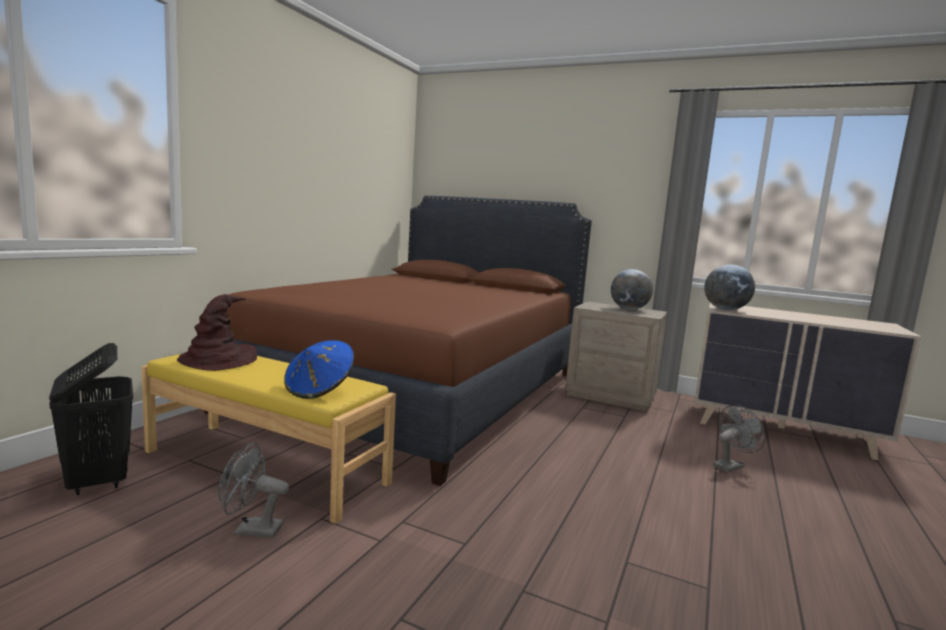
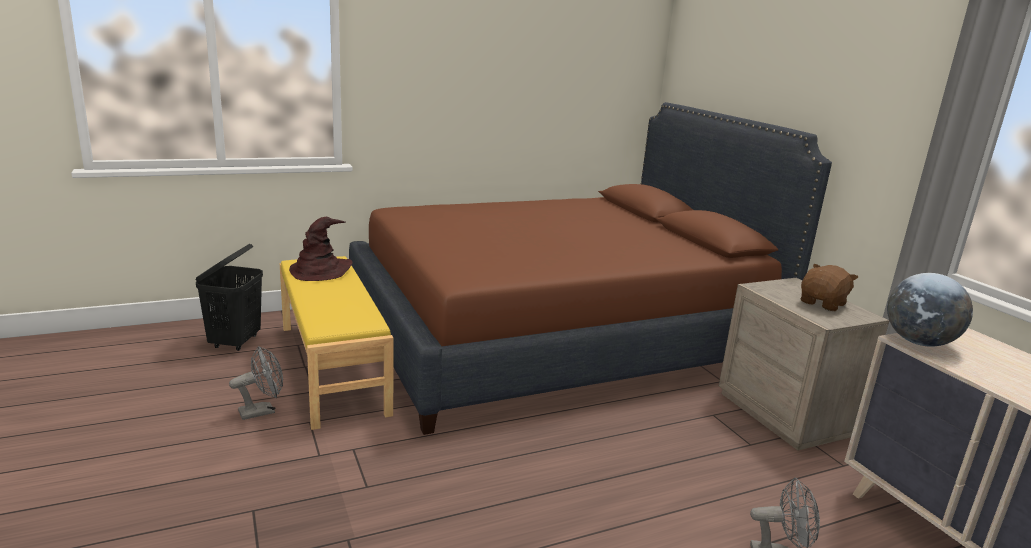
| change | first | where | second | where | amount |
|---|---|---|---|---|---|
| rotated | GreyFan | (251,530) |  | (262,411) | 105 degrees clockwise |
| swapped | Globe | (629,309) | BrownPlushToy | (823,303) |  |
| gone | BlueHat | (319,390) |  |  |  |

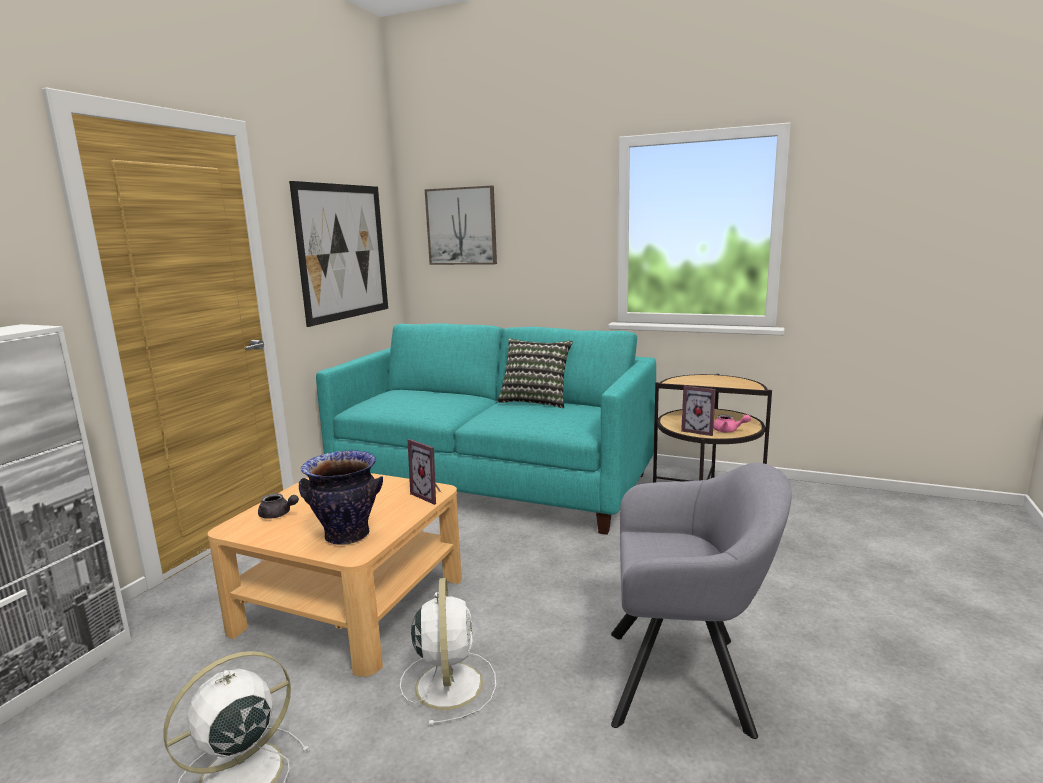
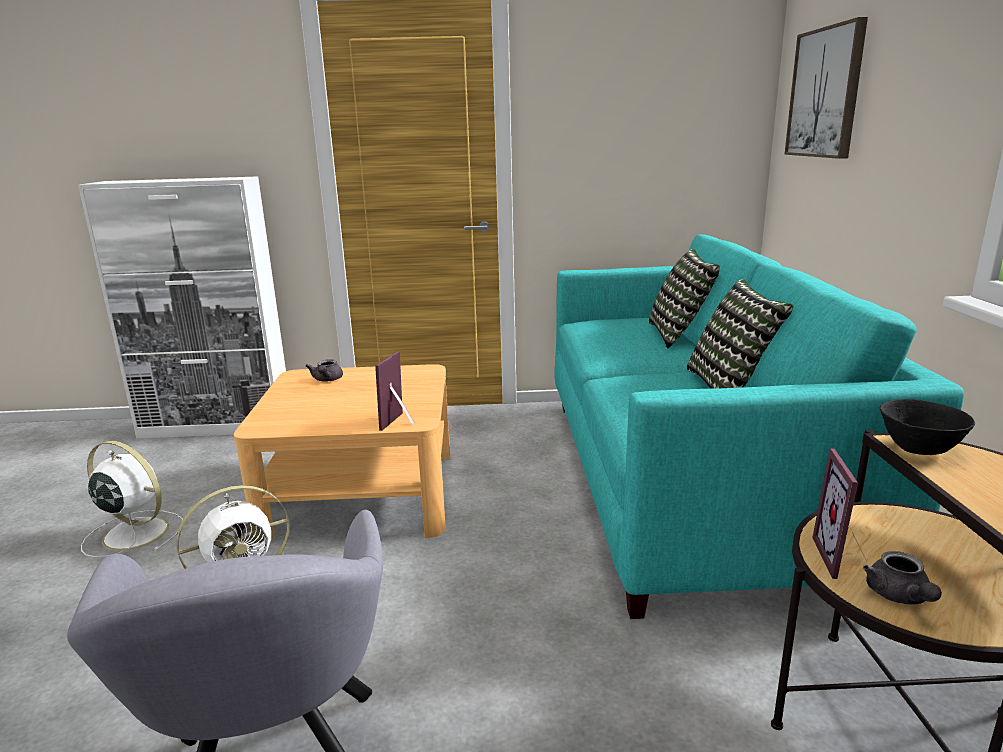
| change | first | where | second | where | amount |
|---|---|---|---|---|---|
| new |  |  | Pillow | (679,334) |  |
| repainted | PinkTeapot | (728,431) | GreyTeapot | (899,597) |  |
| new |  |  | BlackBowl | (918,450) |  |
| gone | Picture | (343,252) |  |  |  |
| gone | Vase | (347,535) |  |  |  |

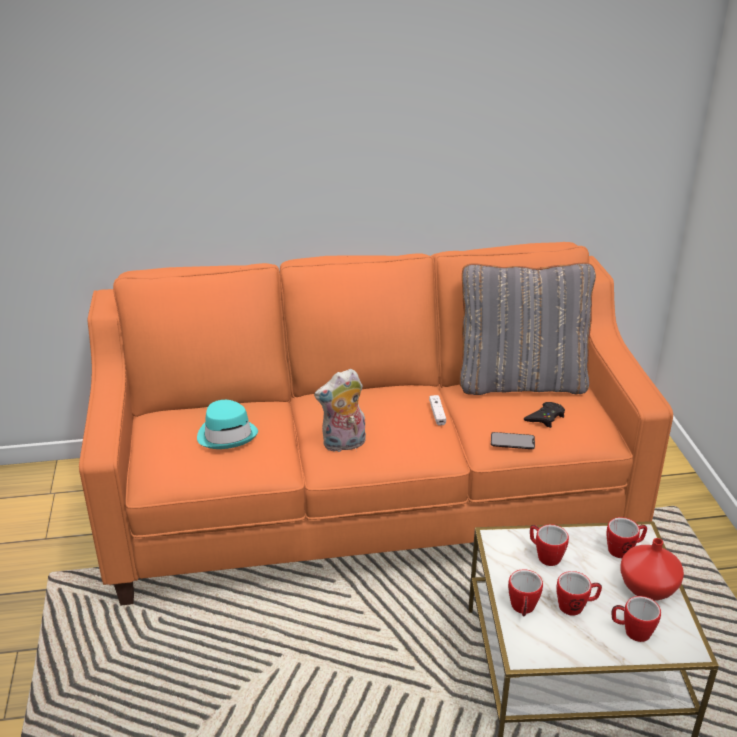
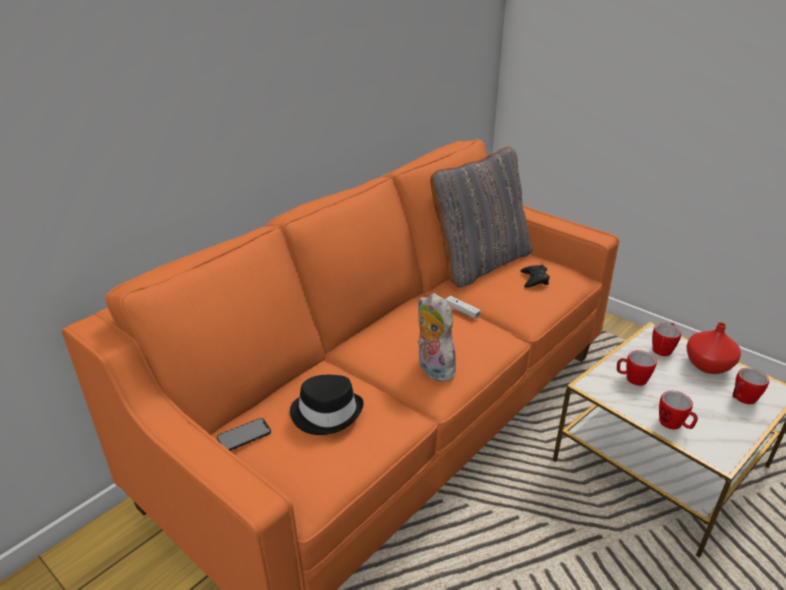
| change | first | where | second | where | amount |
|---|---|---|---|---|---|
| shifted | Phone | (512,441) |  | (244,435) |  |
| repainted | TurquoiseHat | (227,434) | BlackHat | (327,413) |  |
| rotated | PlushToy | (343,445) |  | (432,369) | 120 degrees clockwise |
| gone | Mug | (576,606) |  |  |  |

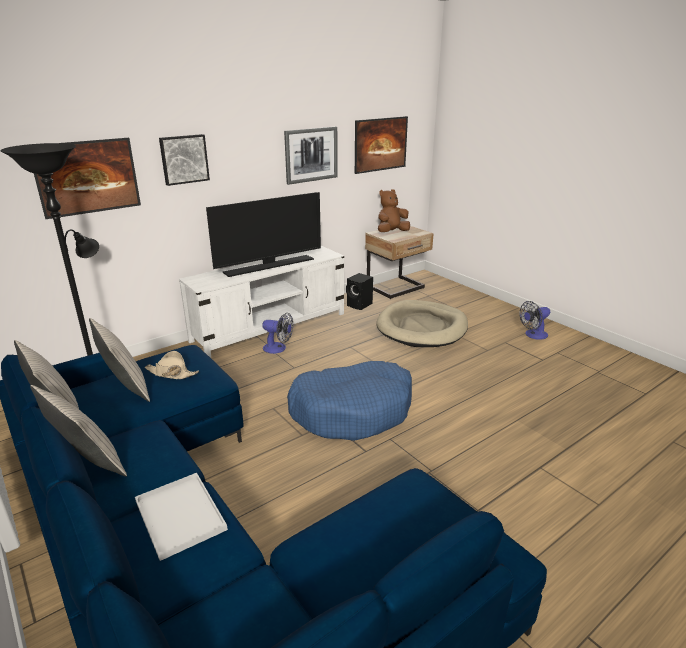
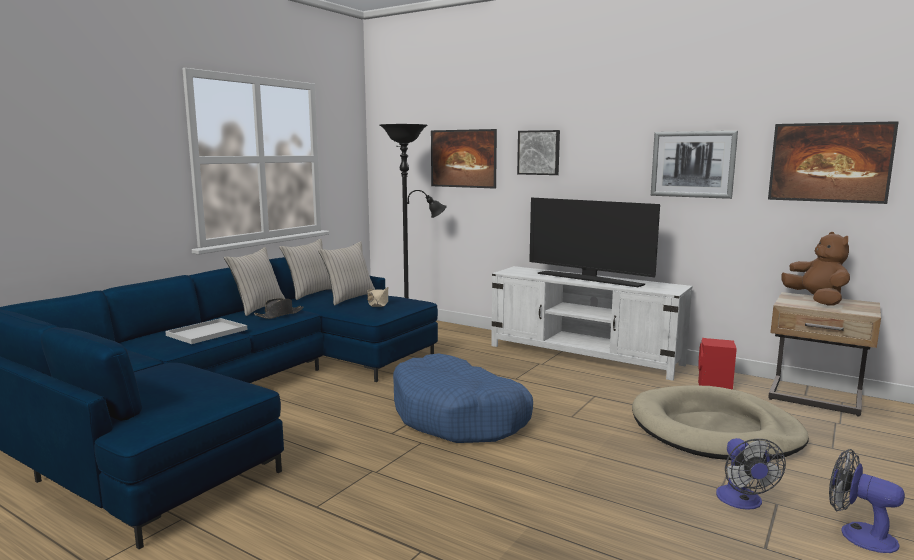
| change | first | where | second | where | amount |
|---|---|---|---|---|---|
| new |  |  | BlackHat | (279,314) |  |
| repainted | BlackSpeaker | (360,305) | RedSpeaker | (714,385) |  |
| shifted | Fan | (278,348) |  | (742,502) |  |
| rotated | BrownPlushToy | (391,232) |  | (816,300) | 45 degrees clockwise |

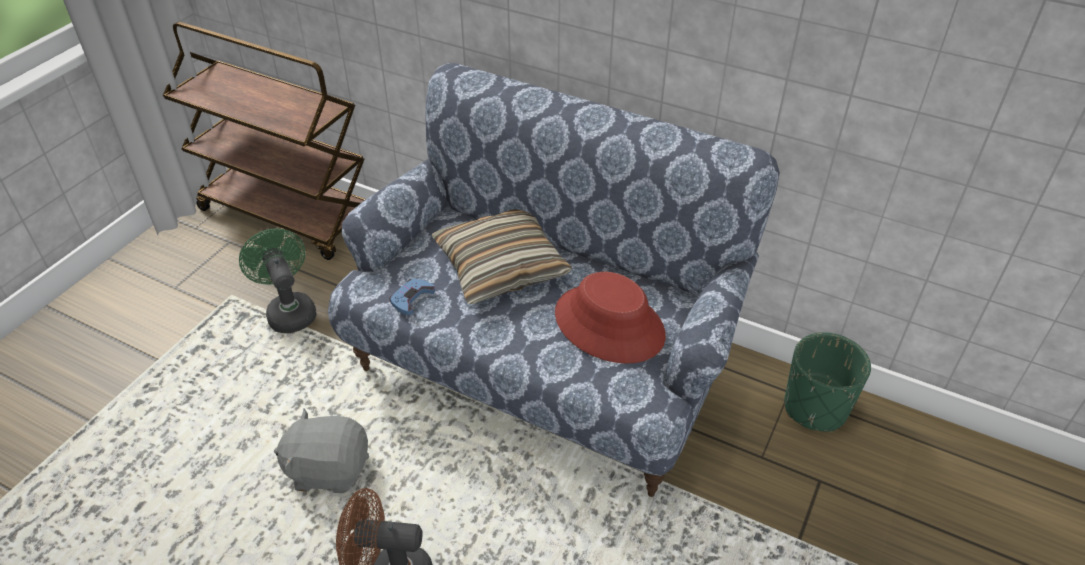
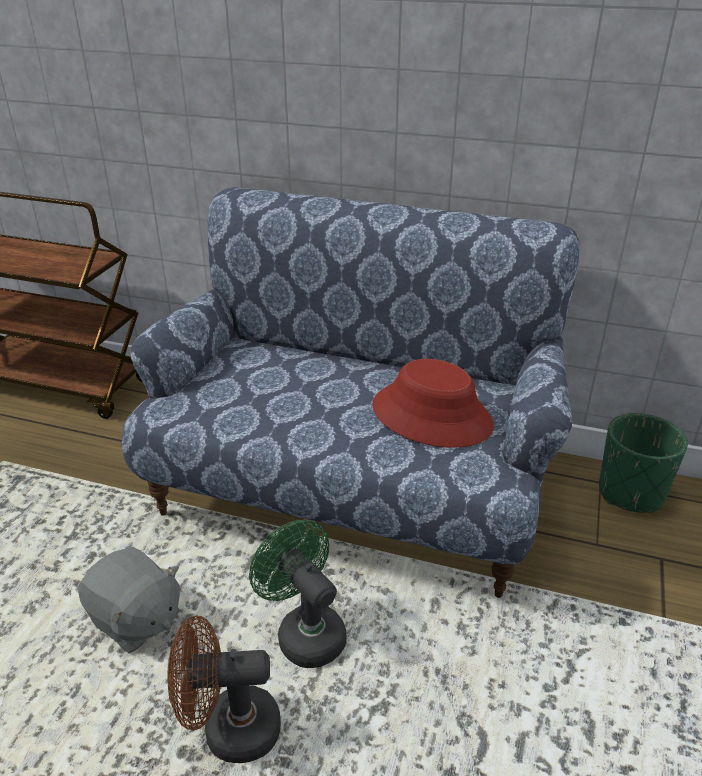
| change | first | where | second | where | amount |
|---|---|---|---|---|---|
| rotated | GreyPlushToy | (328,469) |  | (135,620) | 135 degrees counterclockwise |
| shifted | GreenFan | (289,311) |  | (304,632) |  |
| gone | BlueGameController | (411,298) |  |  |  |
| gone | Pillow | (501,267) |  |  |  |

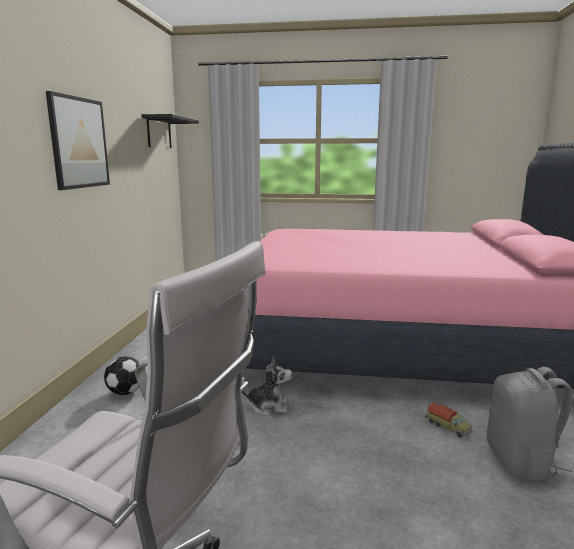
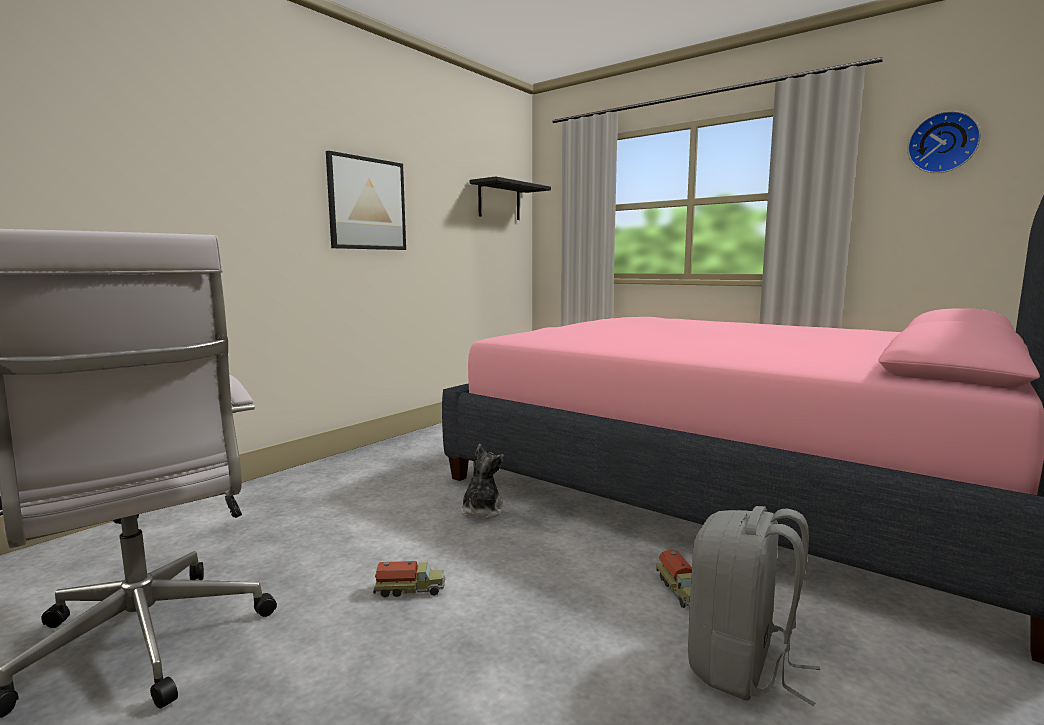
| change | first | where | second | where | amount |
|---|---|---|---|---|---|
| new |  |  | ToyTruck | (410,590) |  |
| rotated | PlushToy | (268,406) |  | (481,510) | 105 degrees counterclockwise |
| new |  |  | WallClock | (943,143) |  |
| gone | Football | (125,392) |  |  |  |

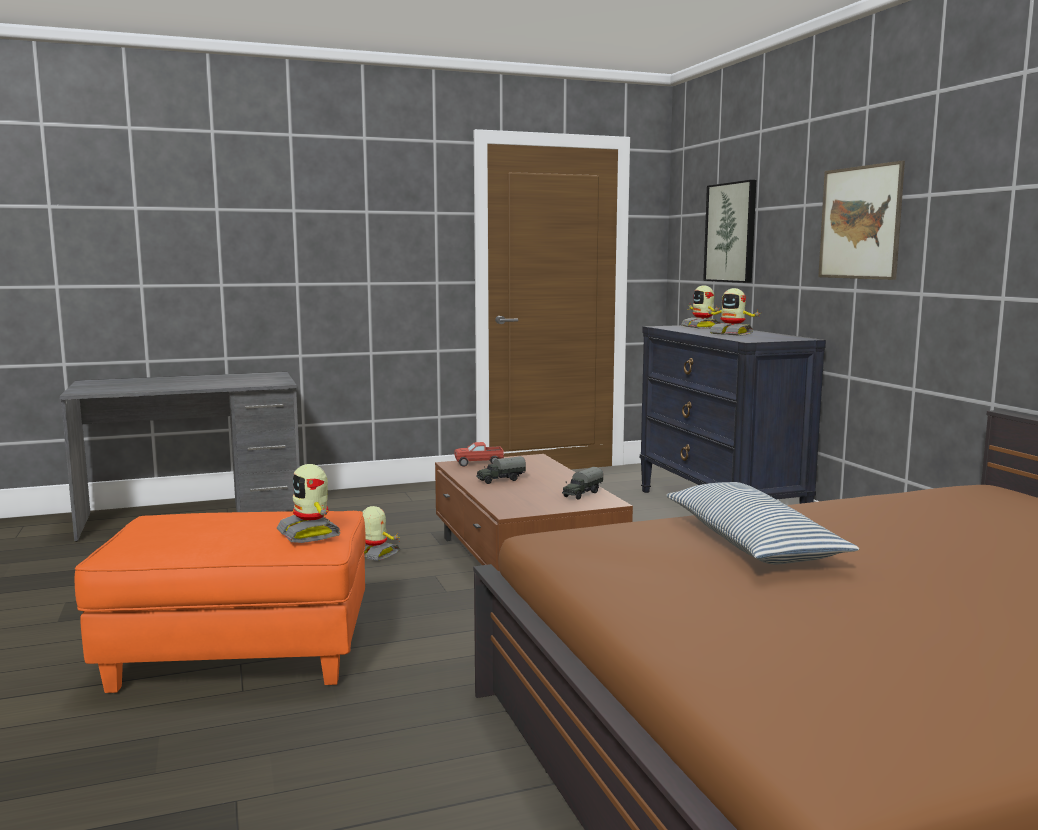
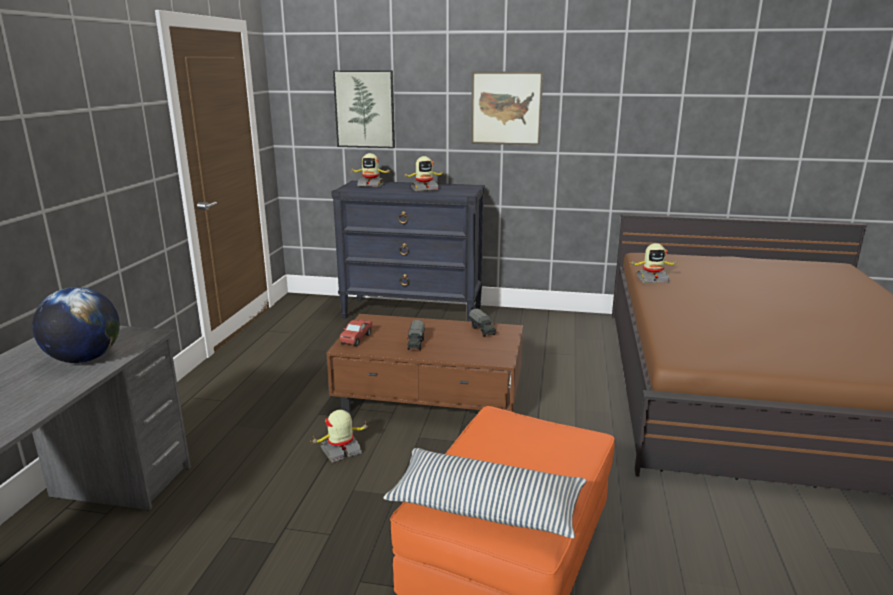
| change | first | where | second | where | amount |
|---|---|---|---|---|---|
| new |  |  | Globe | (84,359) |  |
| shifted | Pillow | (751,543) |  | (486,507) |  |
| shifted | ToyRobot | (310,534) |  | (652,279) |  |

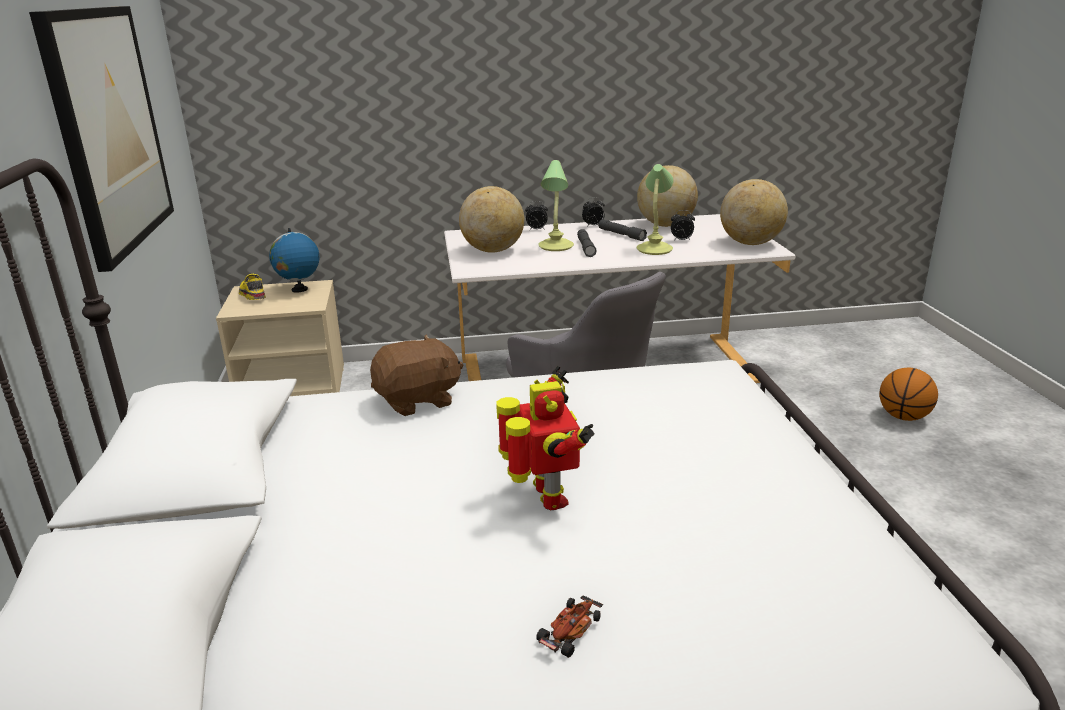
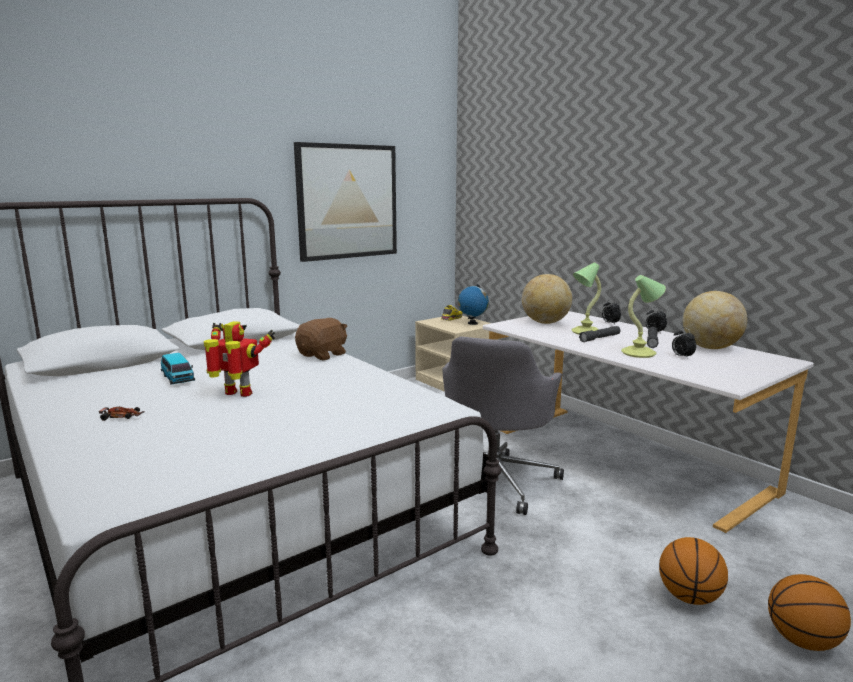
| change | first | where | second | where | amount |
|---|---|---|---|---|---|
| new |  |  | ToyCar | (178,379) |  |
| rotated | ToyRobot | (546,498) |  | (238,394) | 120 degrees counterclockwise |
| rotated | BrownPlushToy | (418,400) |  | (323,355) | 90 degrees counterclockwise |
| new |  |  | Basketball | (689,597) |  |
| gone | Globe | (750,243) |  |  |  |

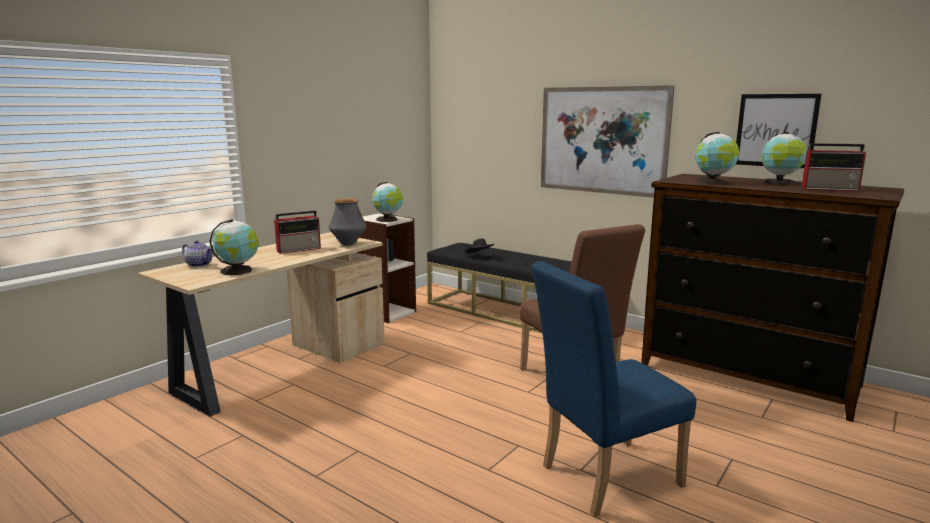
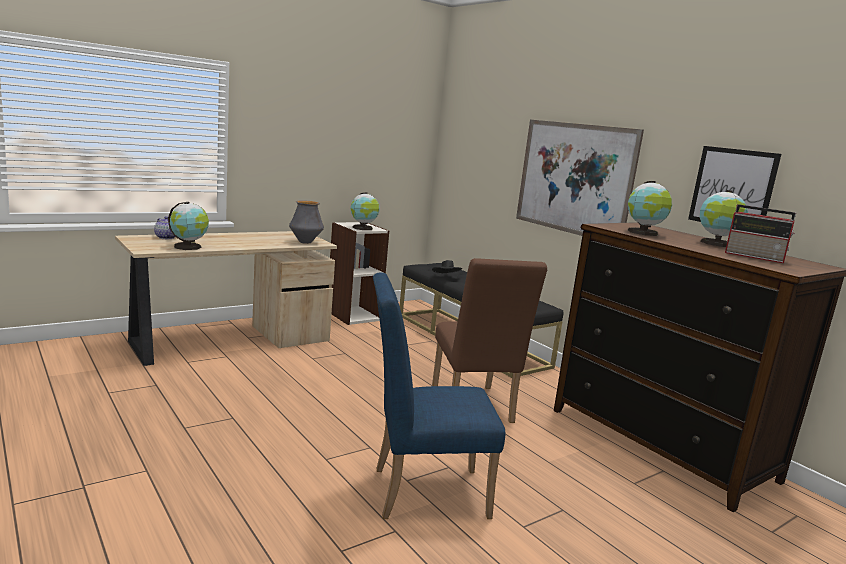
| change | first | where | second | where | amount |
|---|---|---|---|---|---|
| gone | Radio | (299,249) |  |  |  |

